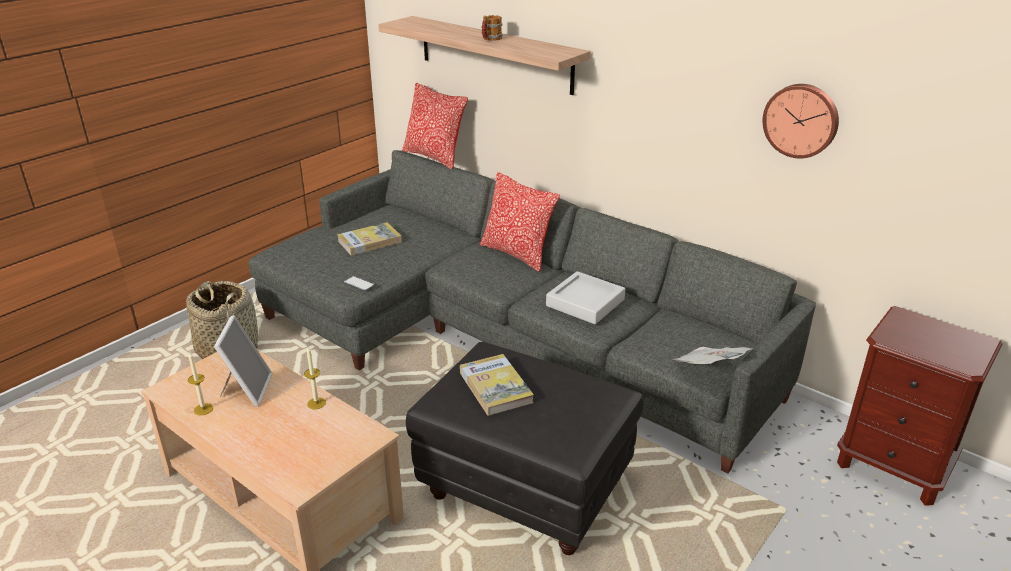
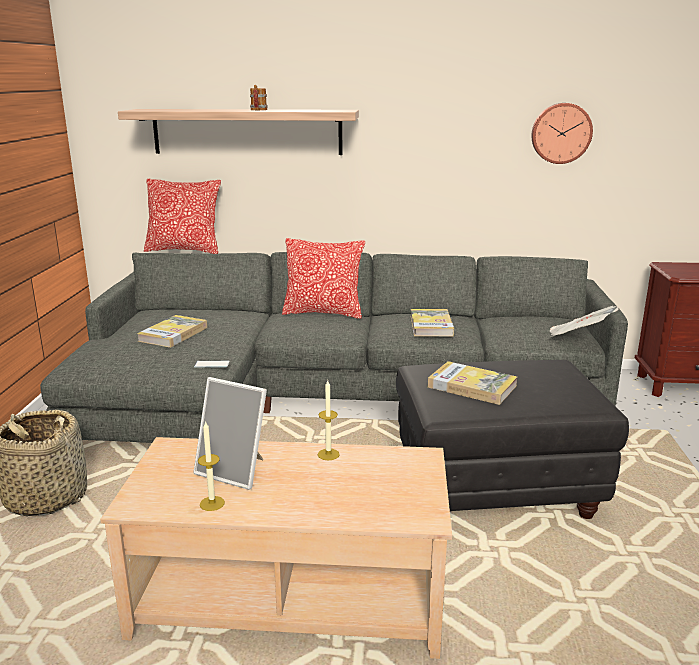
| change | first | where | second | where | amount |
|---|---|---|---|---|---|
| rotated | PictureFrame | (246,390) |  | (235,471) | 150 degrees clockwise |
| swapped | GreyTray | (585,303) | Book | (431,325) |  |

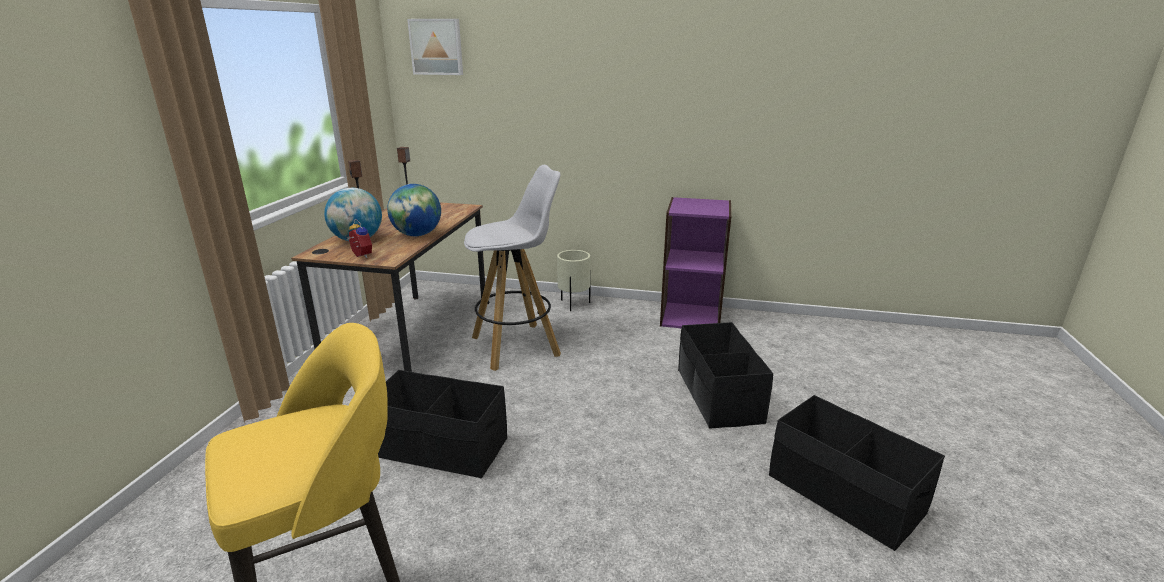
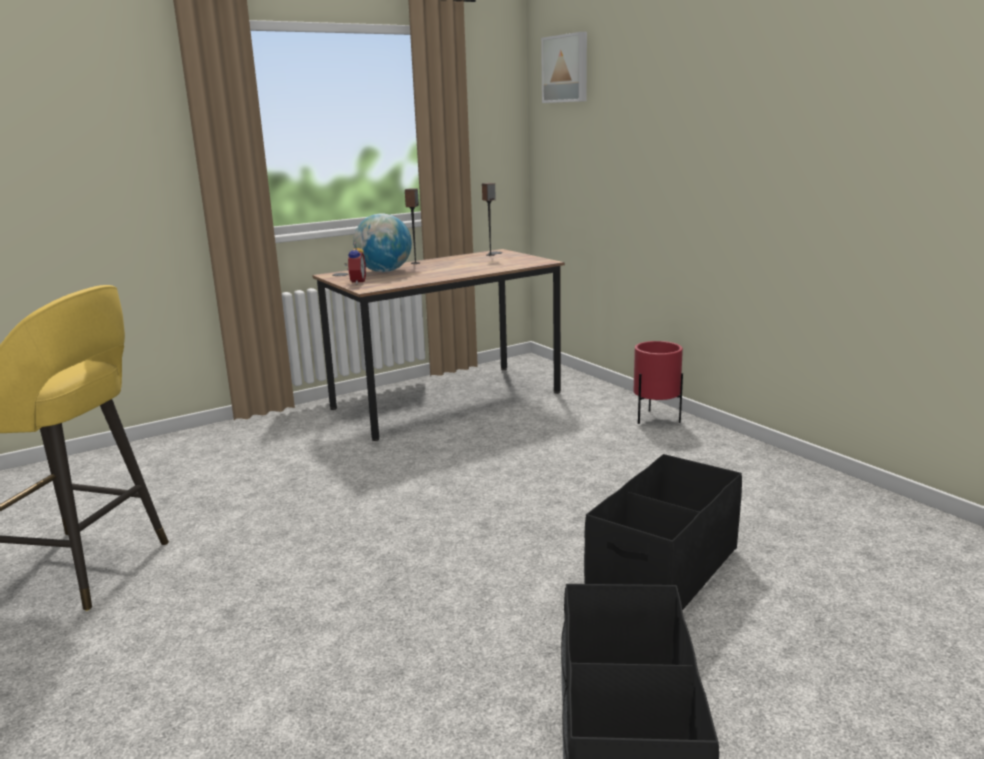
| change | first | where | second | where | amount |
|---|---|---|---|---|---|
| repainted | BeigePlanter | (574,305) | RedPlanter | (656,419) |  |
| gone | BlackStorageBox | (441,448) |  |  |  |
| gone | Globe | (417,235) |  |  |  |
| gone | WhiteStool | (517,346) |  |  |  |
| gone | PurpleBookcase | (691,316) |  |  |  |

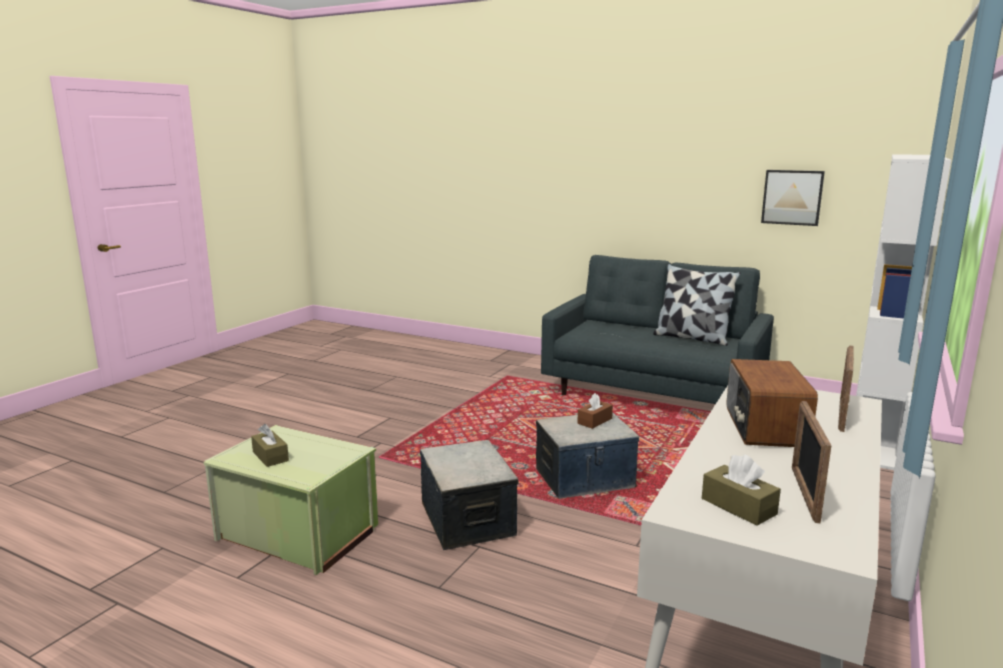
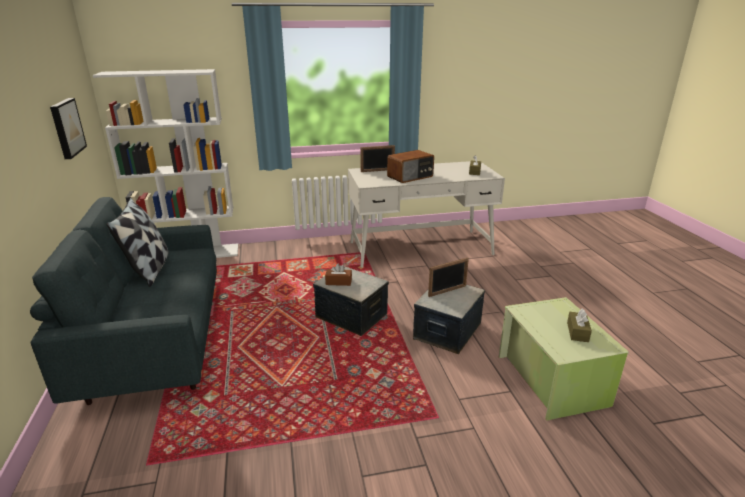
| change | first | where | second | where | amount |
|---|---|---|---|---|---|
| shifted | PictureFrame | (804,494) |  | (447,291) |  |

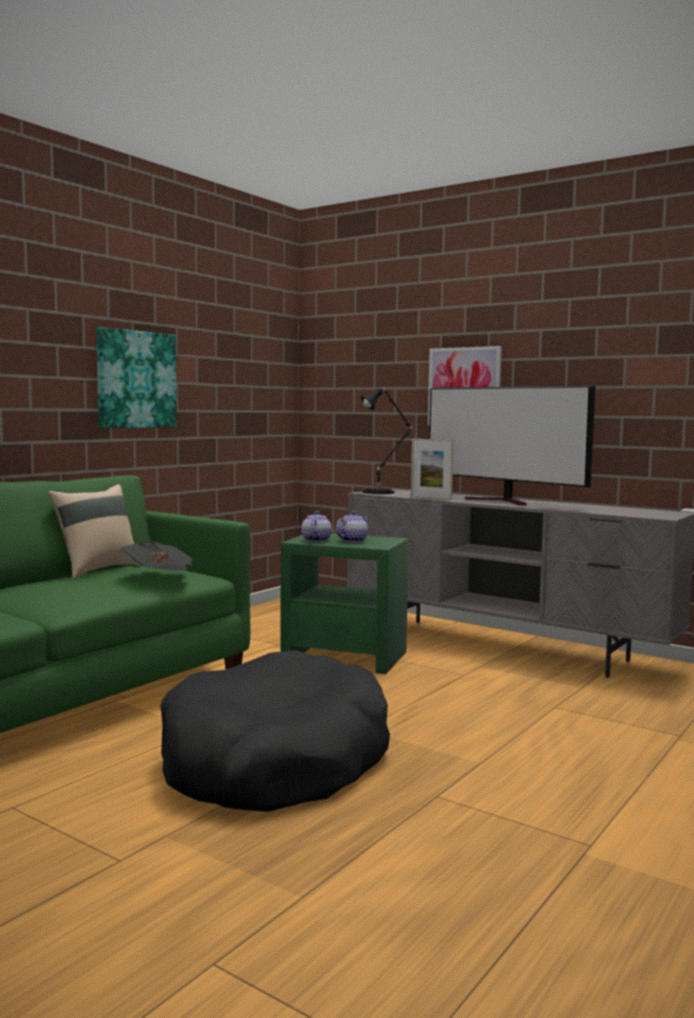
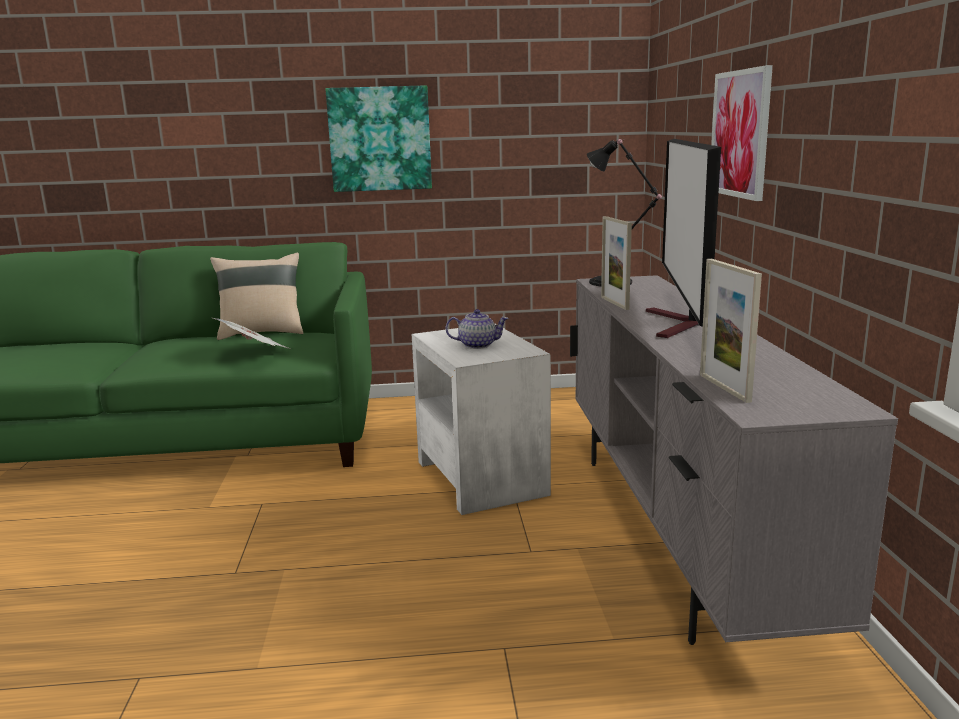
| change | first | where | second | where | amount |
|---|---|---|---|---|---|
| repainted | GreenSideTable | (344,656) | WhiteSideTable | (481,477) |  |
| new |  |  | PictureFrame | (724,388) |  |
| gone | BlackDogBed | (274,761) |  |  |  |
| gone | Teapot | (315,540) |  |  |  |

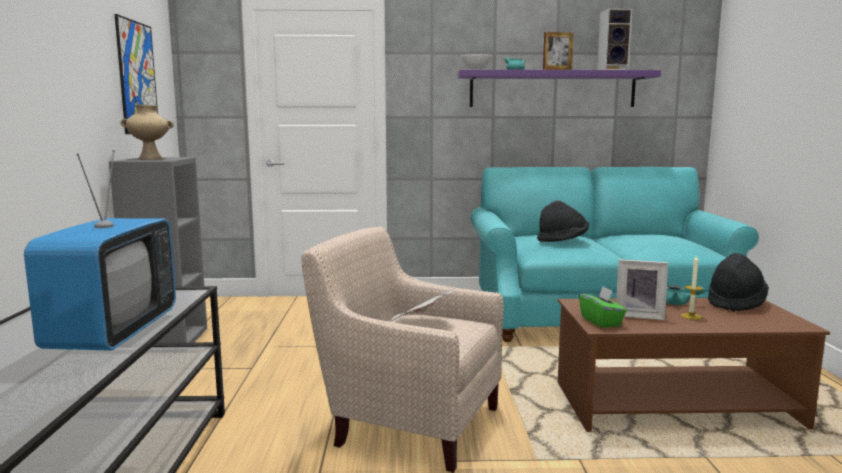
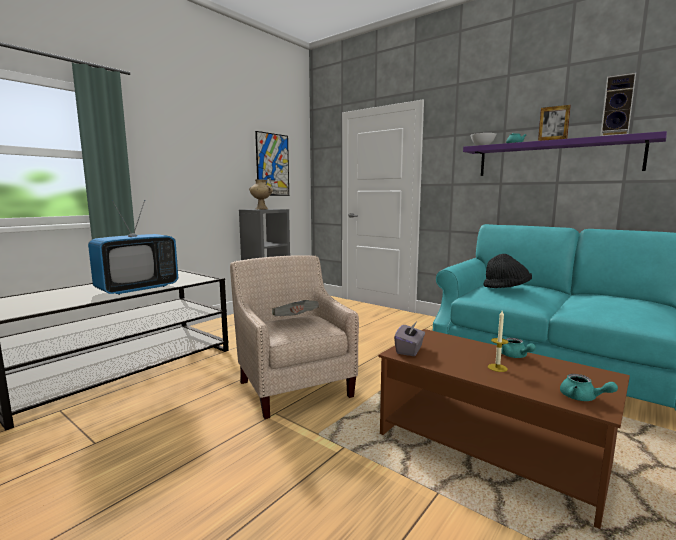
| change | first | where | second | where | amount |
|---|---|---|---|---|---|
| repainted | GreenTissueBox | (601,321) | GreyTissueBox | (409,350) |  |
| new |  |  | TurquoiseTeapot | (582,398) |  |
| gone | PictureFrame | (639,315) |  |  |  |
| gone | BlackHat | (735,303) |  |  |  |

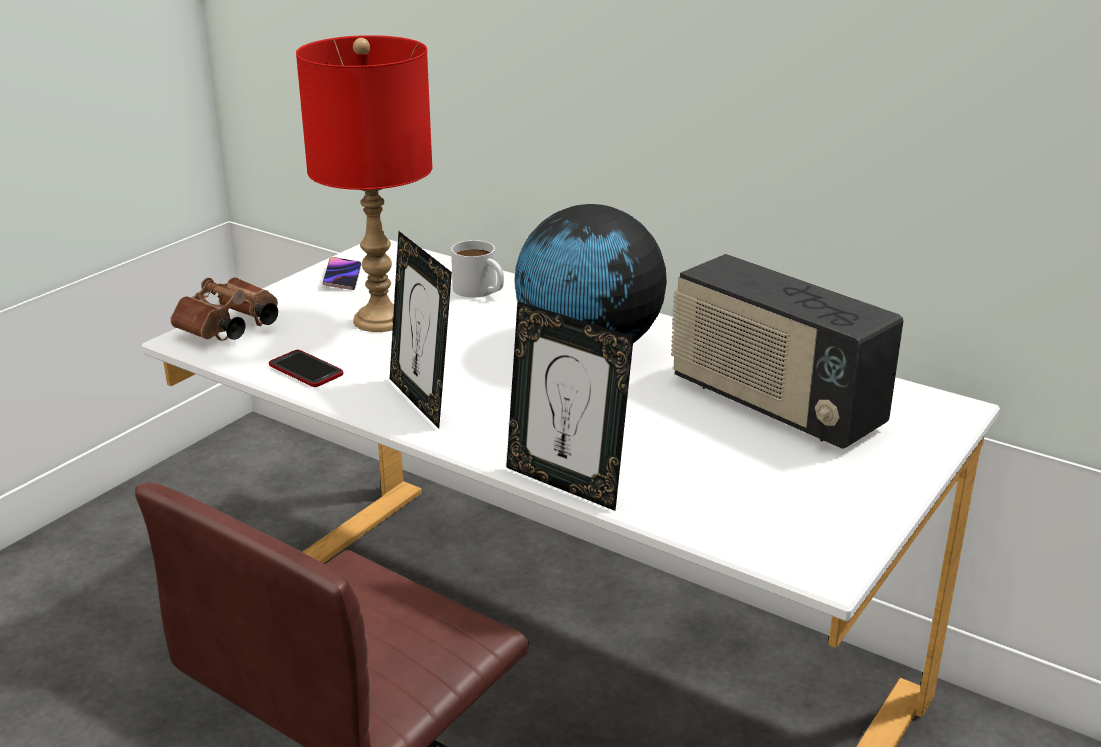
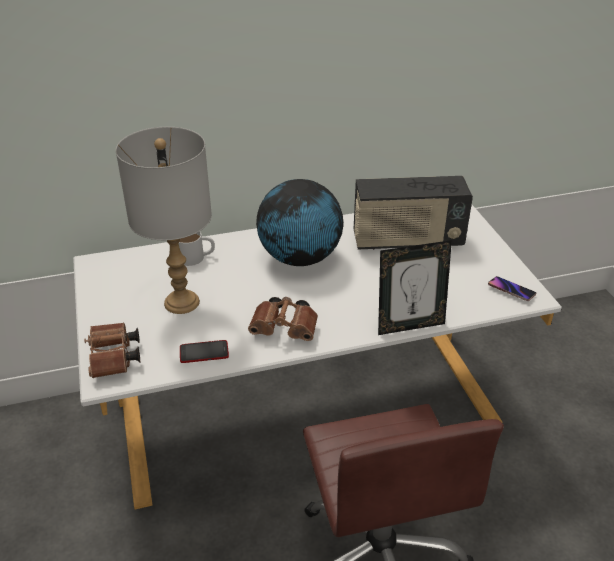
| change | first | where | second | where | amount |
|---|---|---|---|---|---|
| repainted | RedTableLamp | (379,320) | GreyTableLamp | (181,302) |  |
| swapped | PictureFrame | (422,400) | BrownBinoculars | (286,329) |  |
| shifted | Phone | (342,277) |  | (511,291) |  |

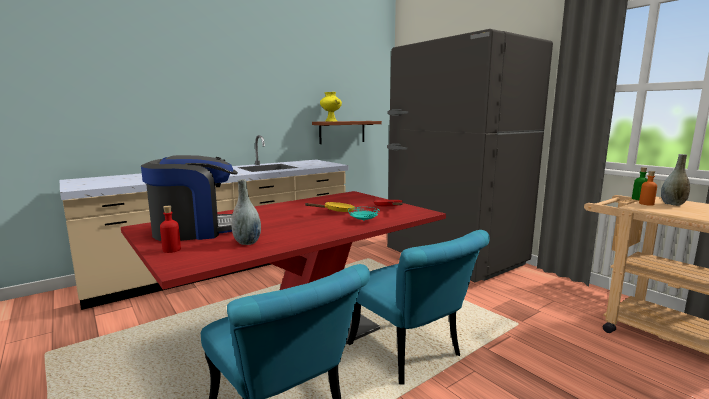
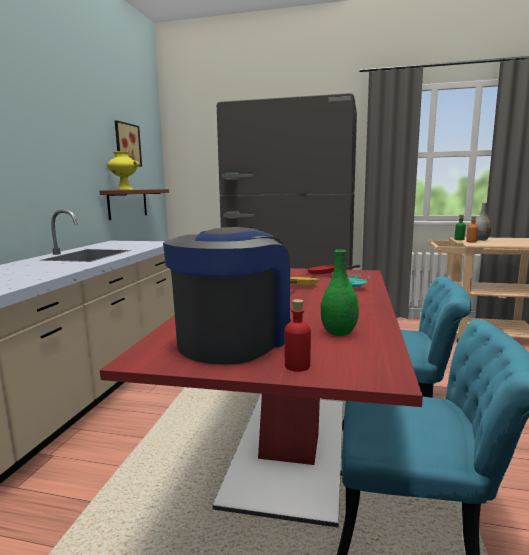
| change | first | where | second | where | amount |
|---|---|---|---|---|---|
| new |  |  | Picture | (126,144) |  |
| repainted | GreyVase | (247,242) | GreenVase | (339,332) |  |

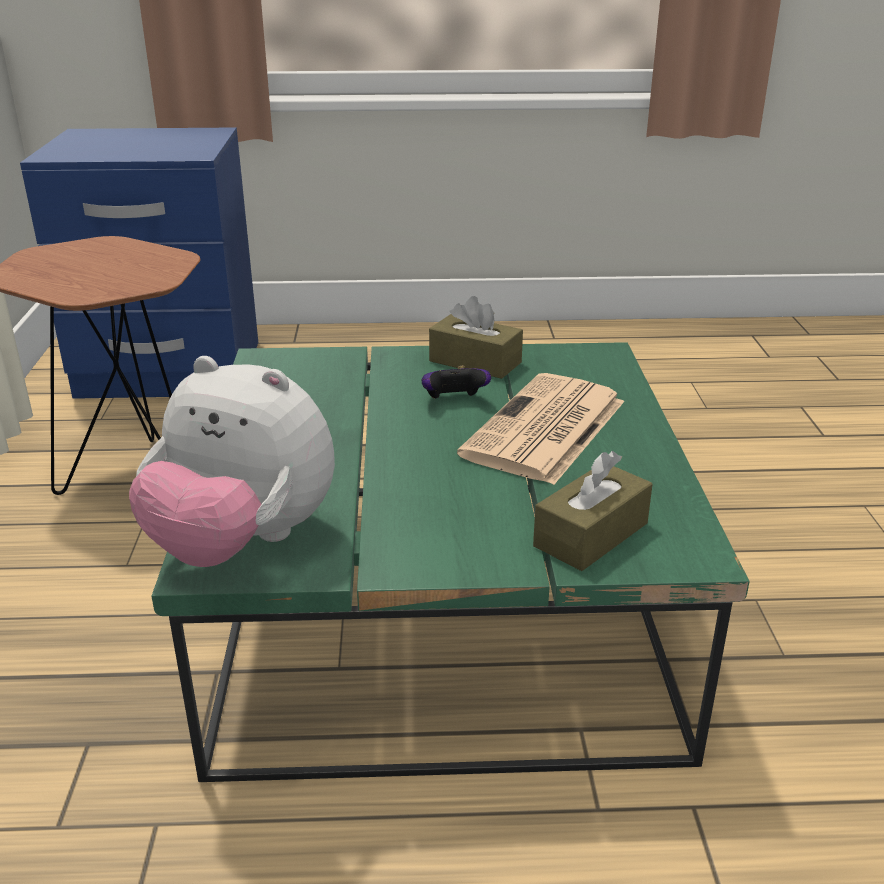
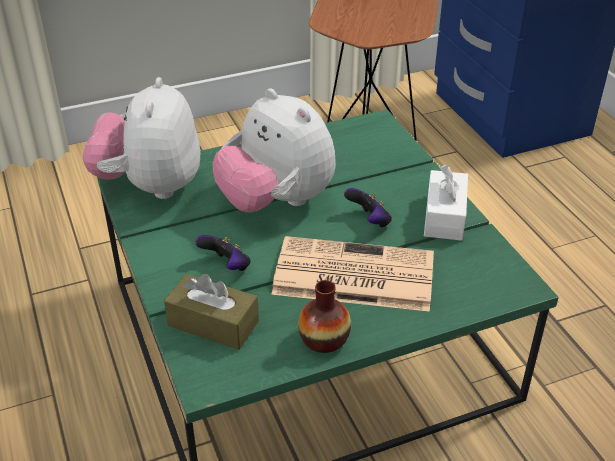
| change | first | where | second | where | amount |
|---|---|---|---|---|---|
| new |  |  | GameController | (227,266) |  |
| new |  |  | PlushToy | (276,202) |  |
| new |  |  | Vase | (324,339) |  |
| repainted | BrownTissueBox | (475,362) | WhiteTissueBox | (444,216) |  |

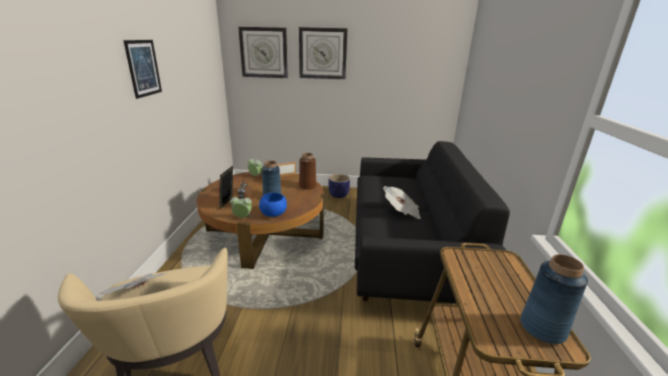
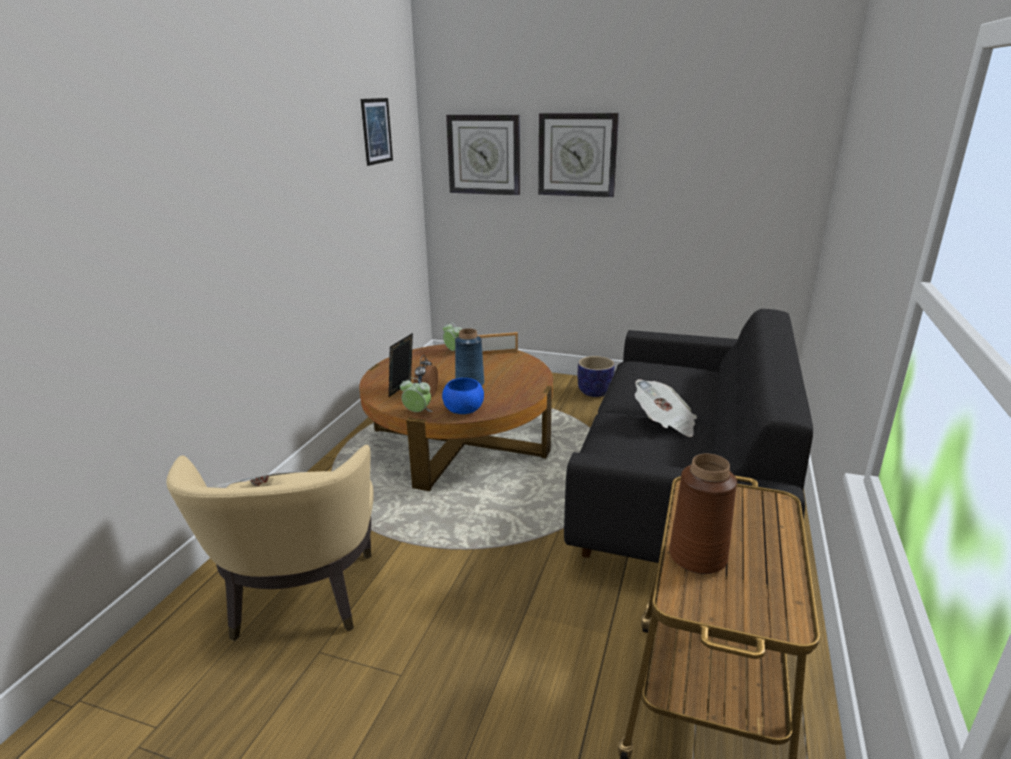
| change | first | where | second | where | amount |
|---|---|---|---|---|---|
| shifted | Picture | (143,68) |  | (376,131) |  |
| shifted | BrownVase | (307,186) |  | (697,556) |  |
| gone | BlueVase | (543,328) |  |  |  |

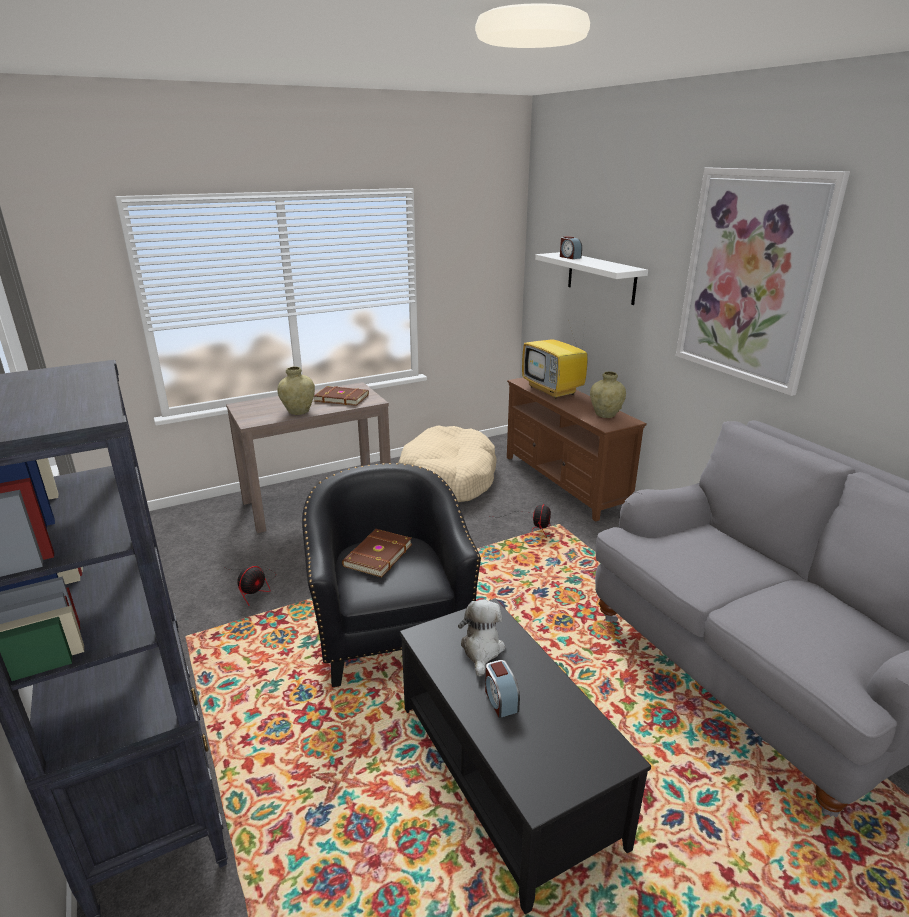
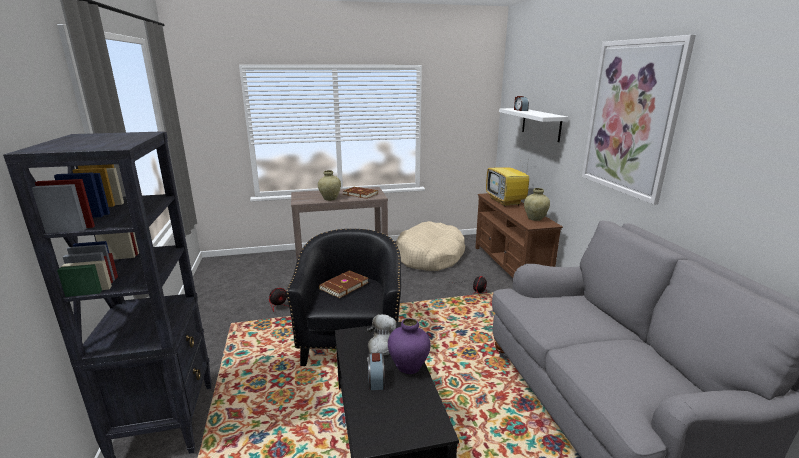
| change | first | where | second | where | amount |
|---|---|---|---|---|---|
| new |  |  | PurpleVase | (408,367) |  |

